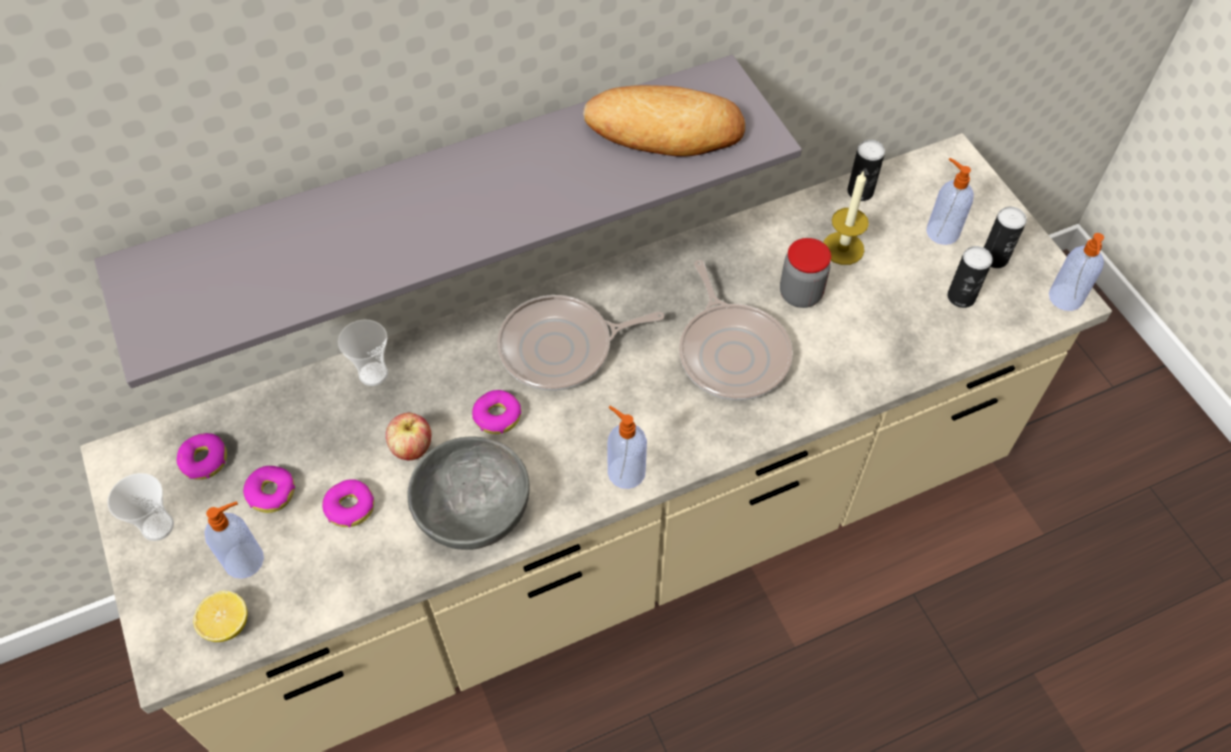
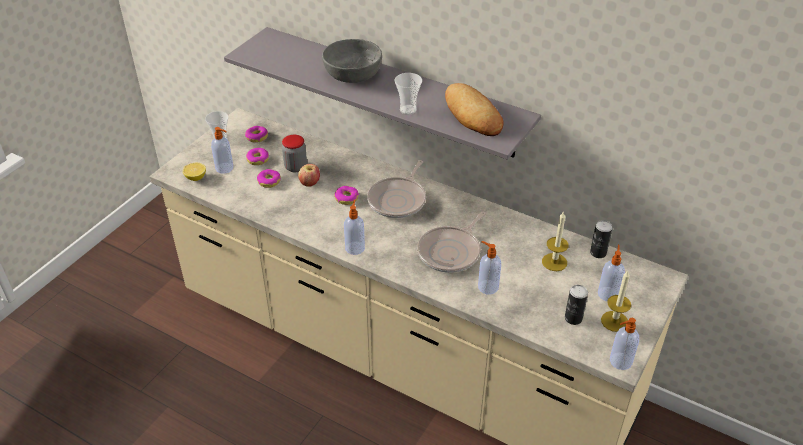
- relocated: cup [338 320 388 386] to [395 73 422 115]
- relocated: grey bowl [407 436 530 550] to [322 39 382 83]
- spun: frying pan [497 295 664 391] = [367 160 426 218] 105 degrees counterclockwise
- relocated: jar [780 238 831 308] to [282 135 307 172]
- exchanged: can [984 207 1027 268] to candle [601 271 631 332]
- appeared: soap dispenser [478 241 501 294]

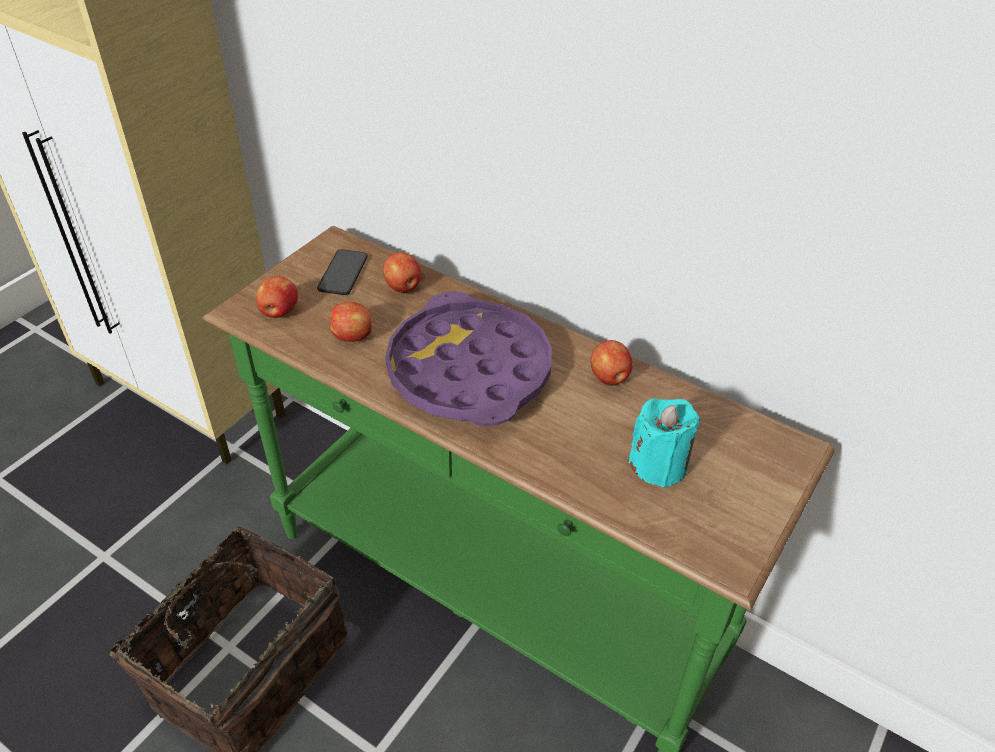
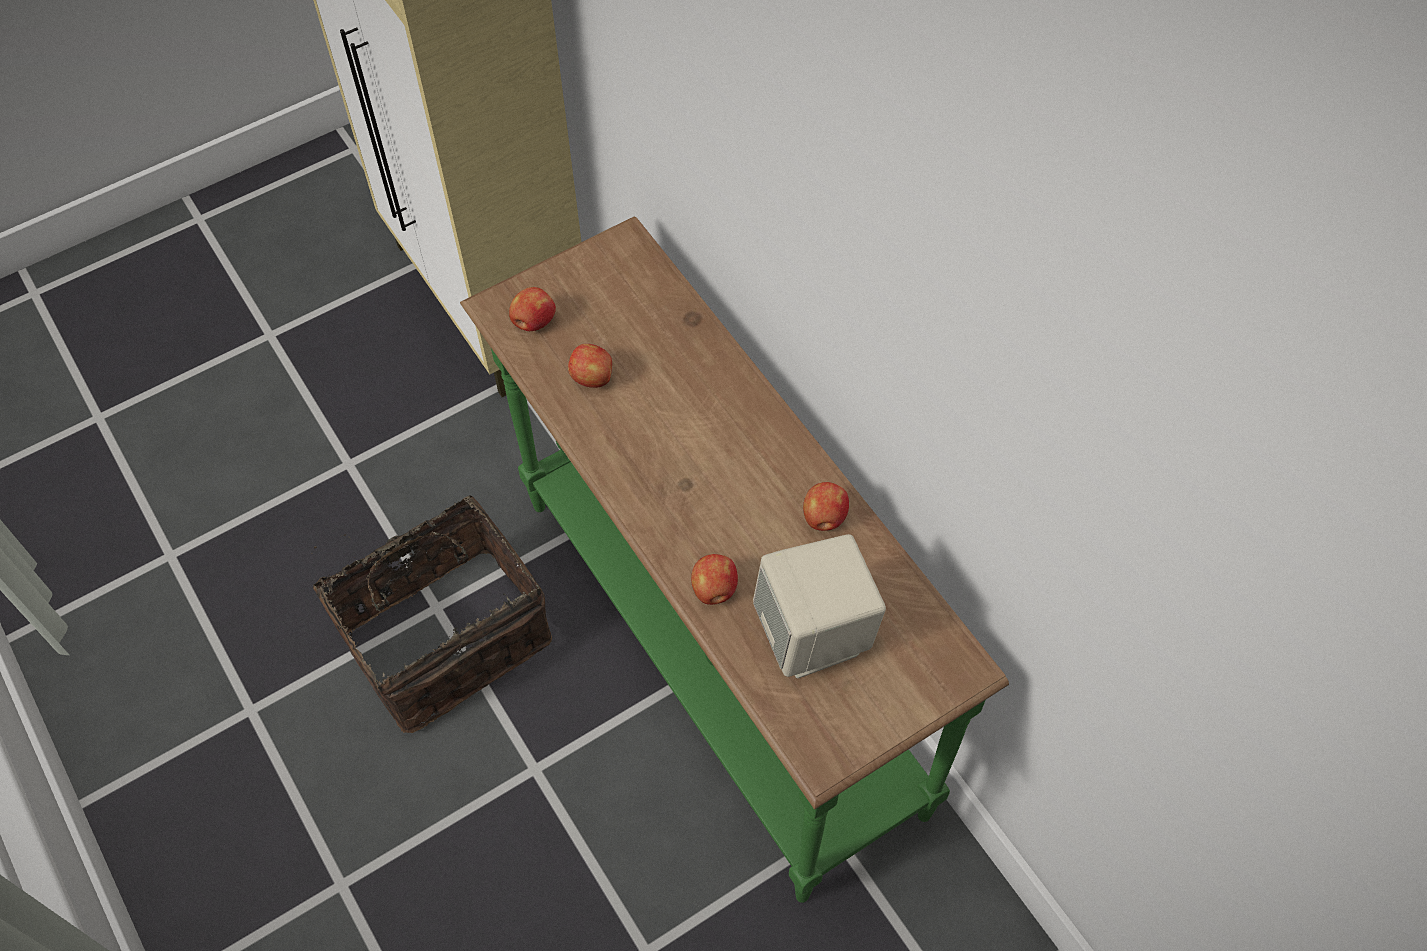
- missing: phone [317 249 368 295]
- relocated: apple [383 252 421 293] to [691 554 738 605]
- missing: purple tray [385 291 552 426]
- exchanged: turquoise candle [628 398 700 488] to beige speaker [753 534 886 678]

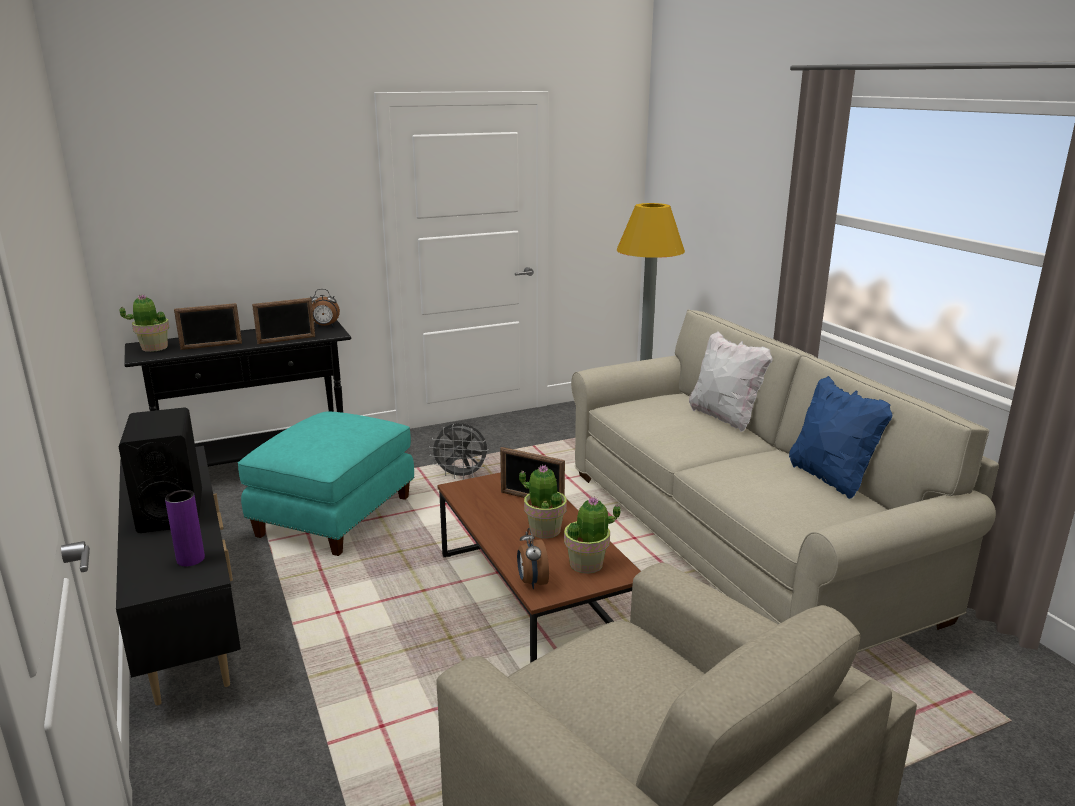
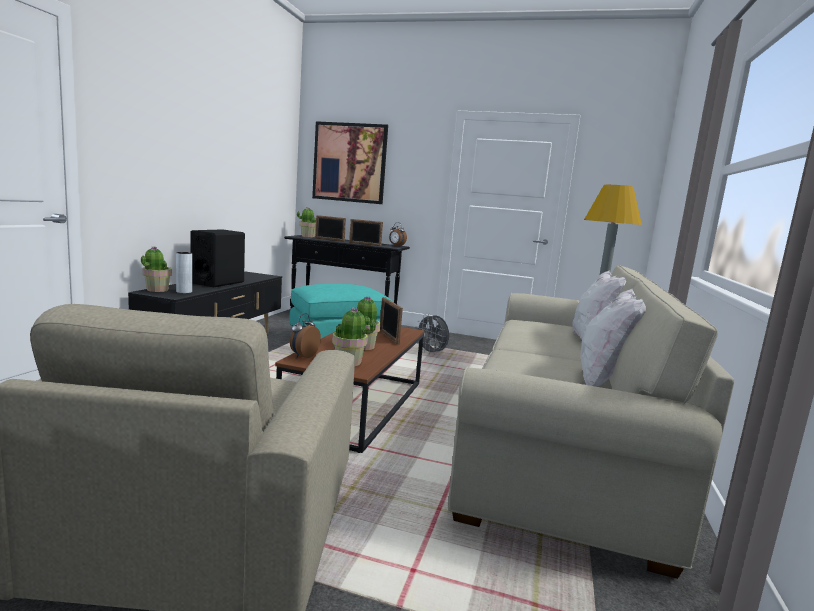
- colour: purple vase [165 490 205 566] to grey vase [176 252 192 293]
- colour: blue pillow [789 376 892 499] to white pillow [580 288 646 387]
- appeared: potted plant [141 246 172 292]
- appeared: picture [312 121 388 204]

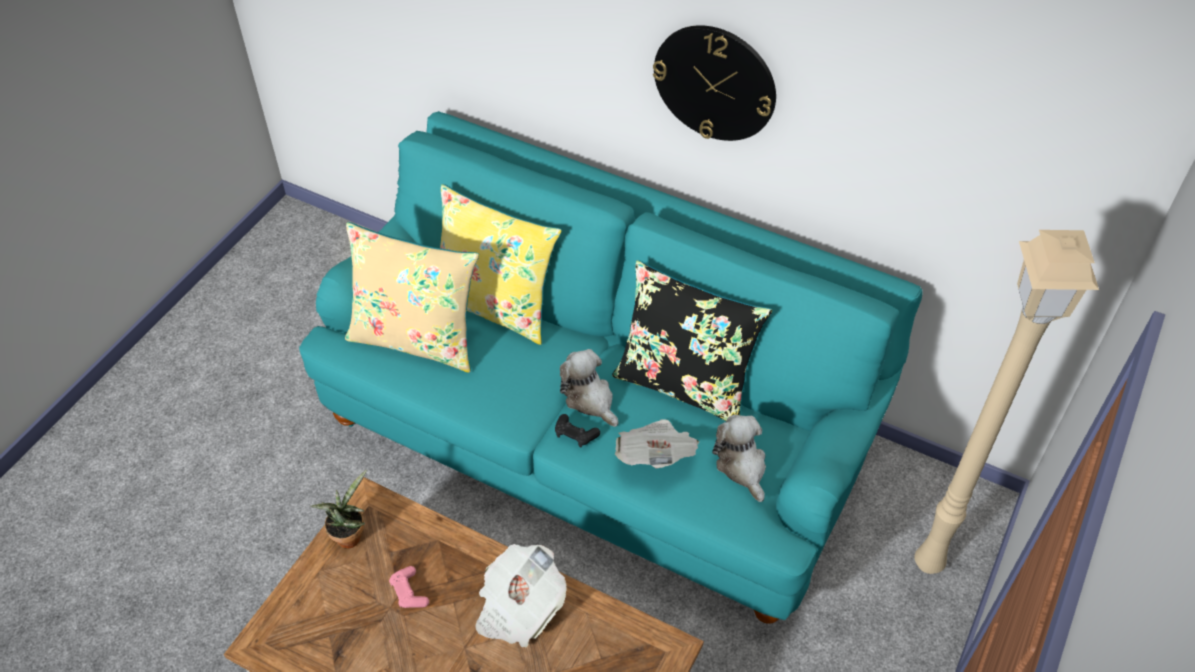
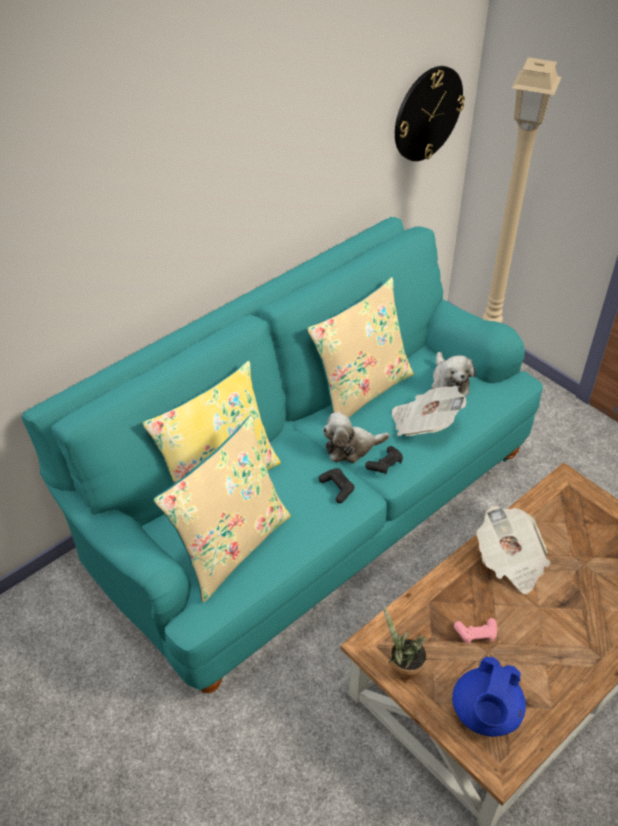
- colour: black pillow [612 260 772 421] to beige pillow [307 277 414 418]
- relocated: wall clock [653 25 776 141] to [395 66 465 161]
- spun: plush toy [712 414 766 502] = [431 352 476 396] 105 degrees counterclockwise
- appeared: black game controller [319 468 354 503]
- appeared: blue teapot [452 657 526 737]

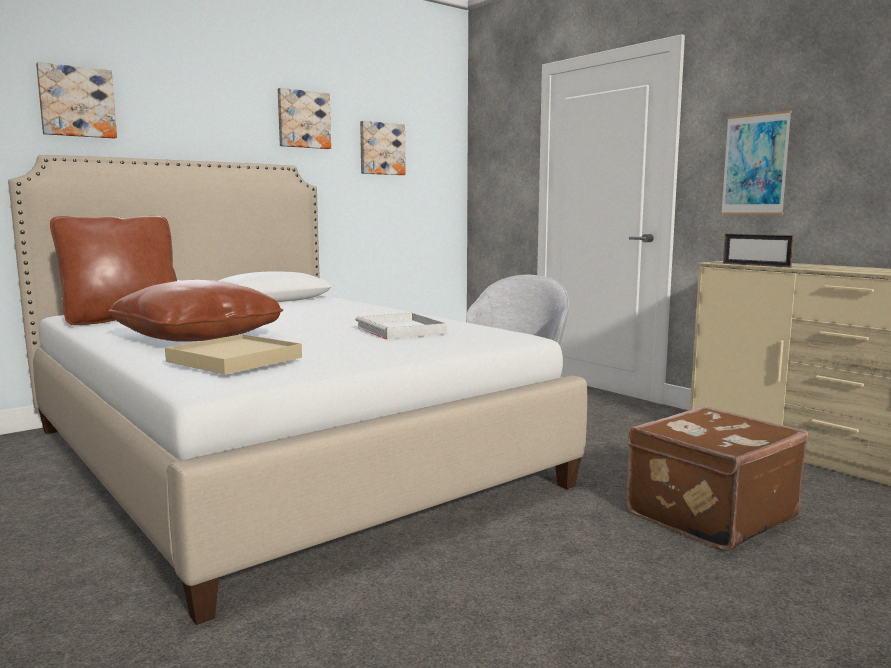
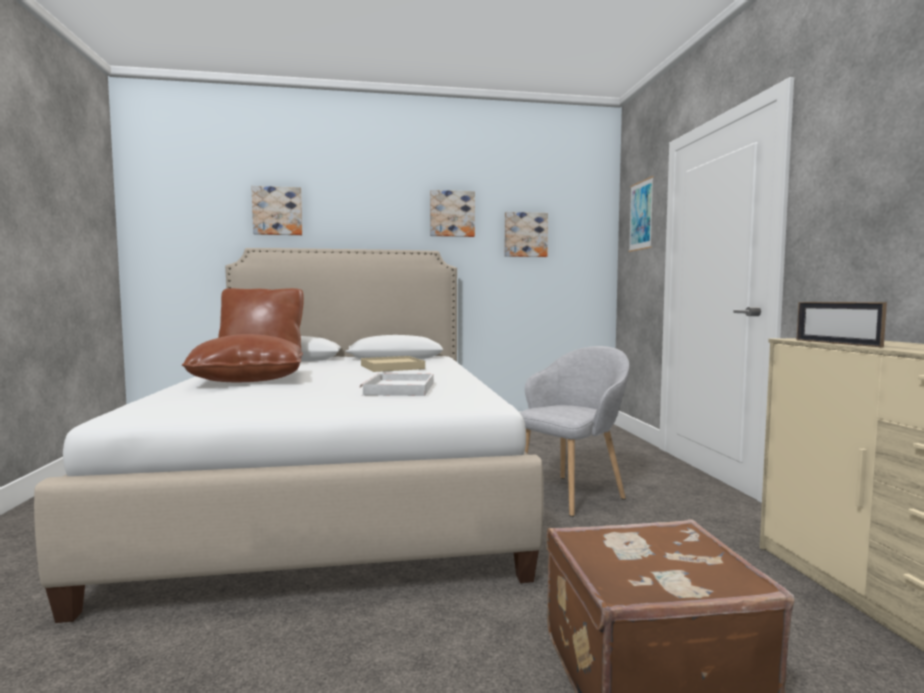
- relocated: beige tray [165 334 302 375] to [361 356 425 372]
- relocated: picture [721 110 792 215] to [628 176 654 252]

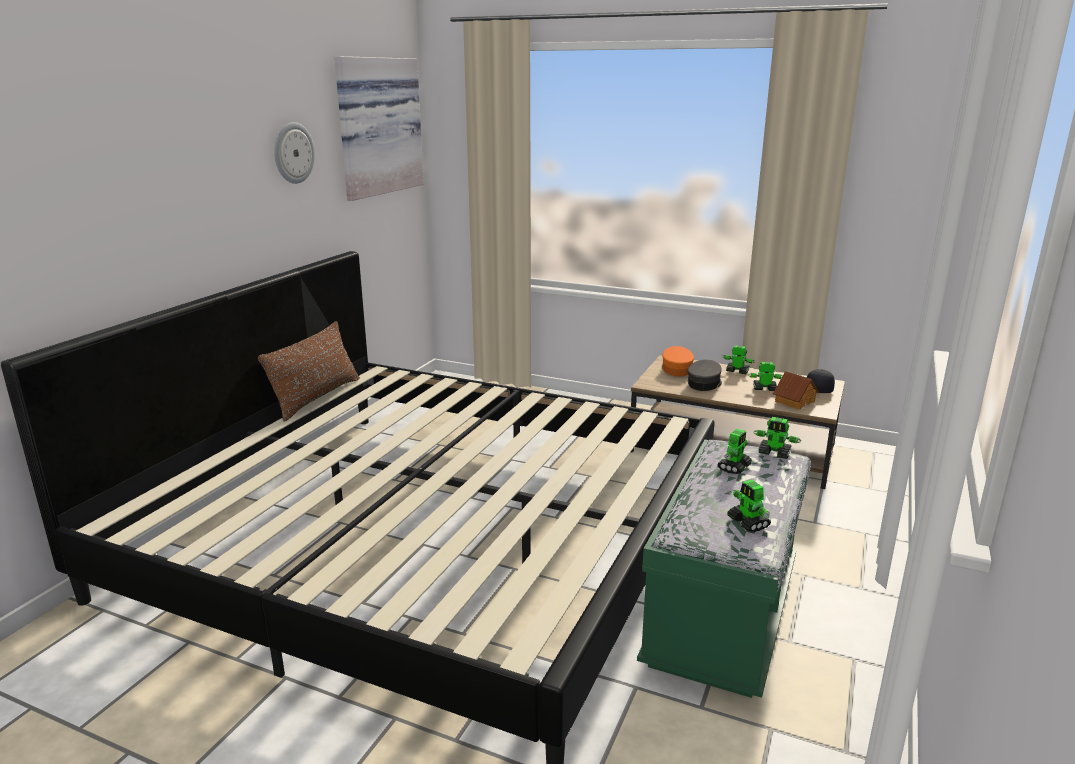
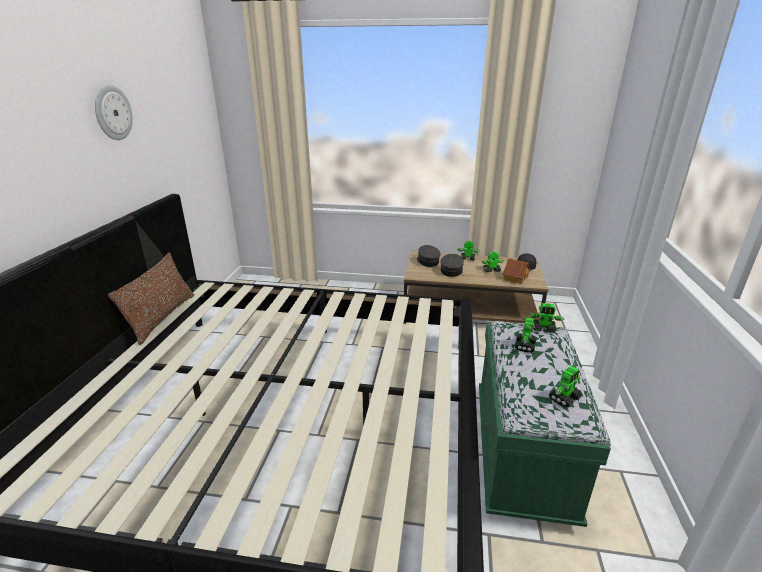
- missing: picture [335 56 424 201]
- colour: orange cap [662 346 694 376] to grey cap [417 245 440 267]
- spun: toy robot [727 479 771 532] = [549 366 582 407] 90 degrees counterclockwise

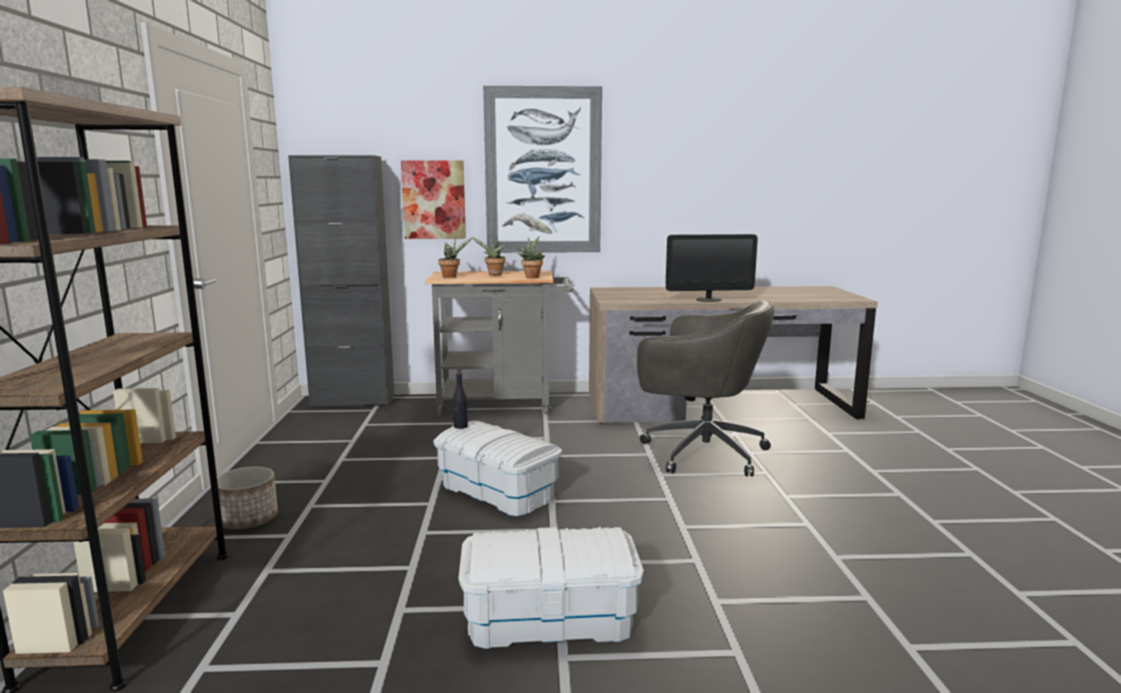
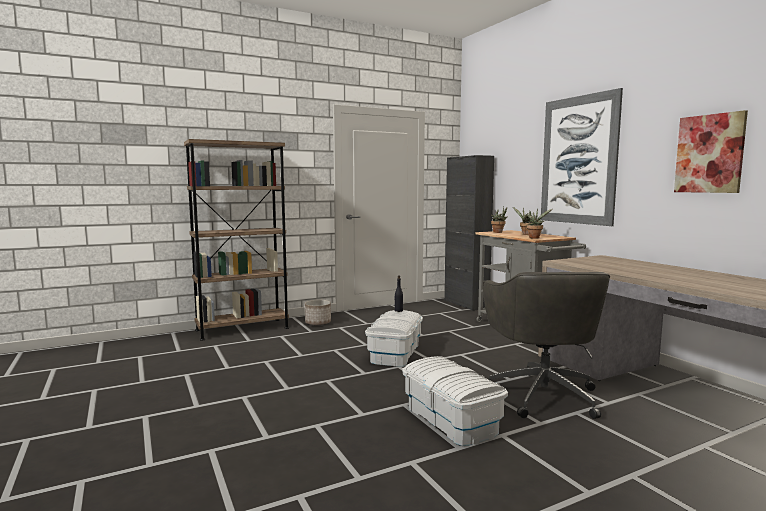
- relocated: picture [401 160 466 239] to [674 110 748 193]
- relocated: white storage box [458 527 644 649] to [402 356 508 446]
- missing: monitor [666 234 758 302]

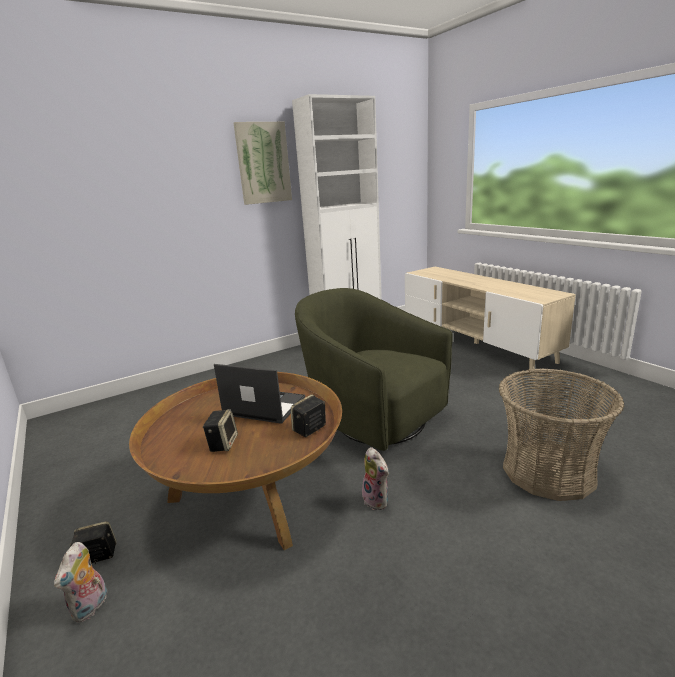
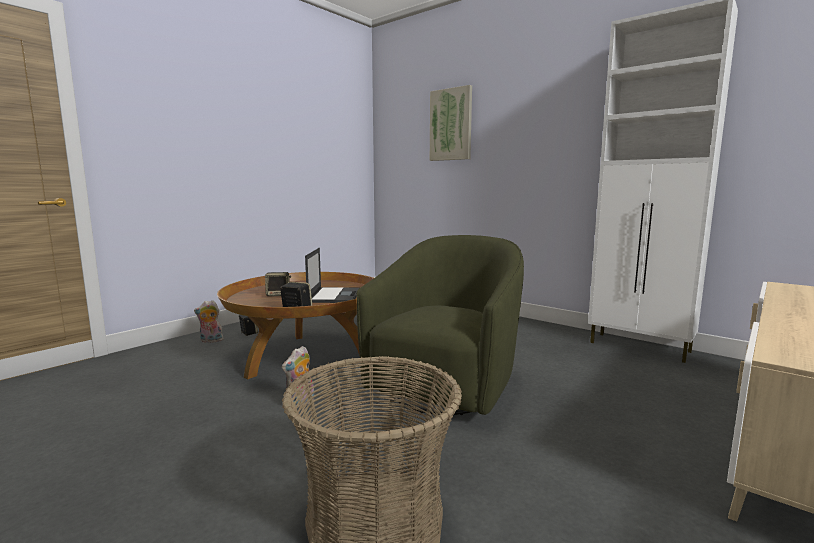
- relocated: picture [234 122 292 205] to [430 85 472 161]

